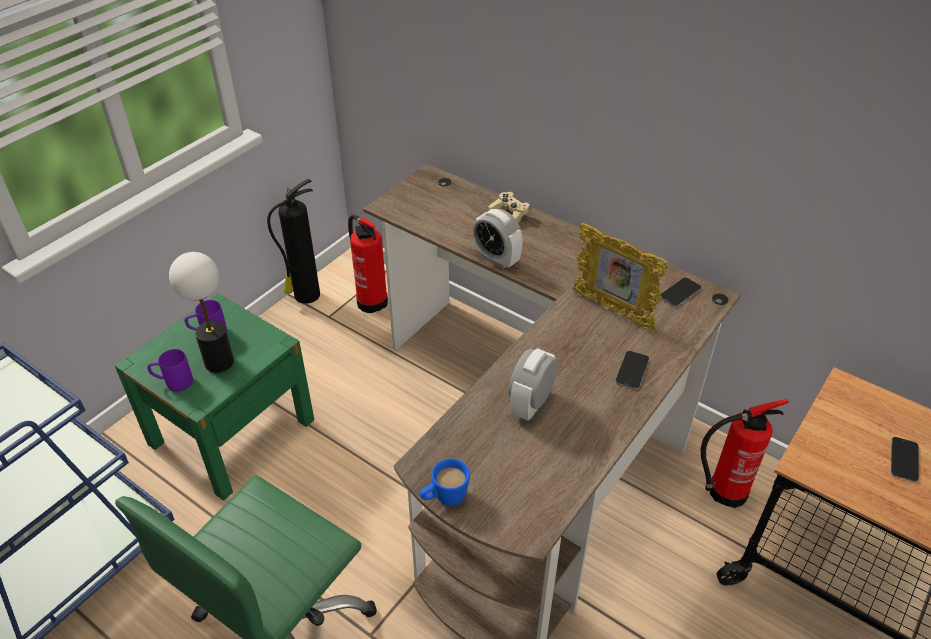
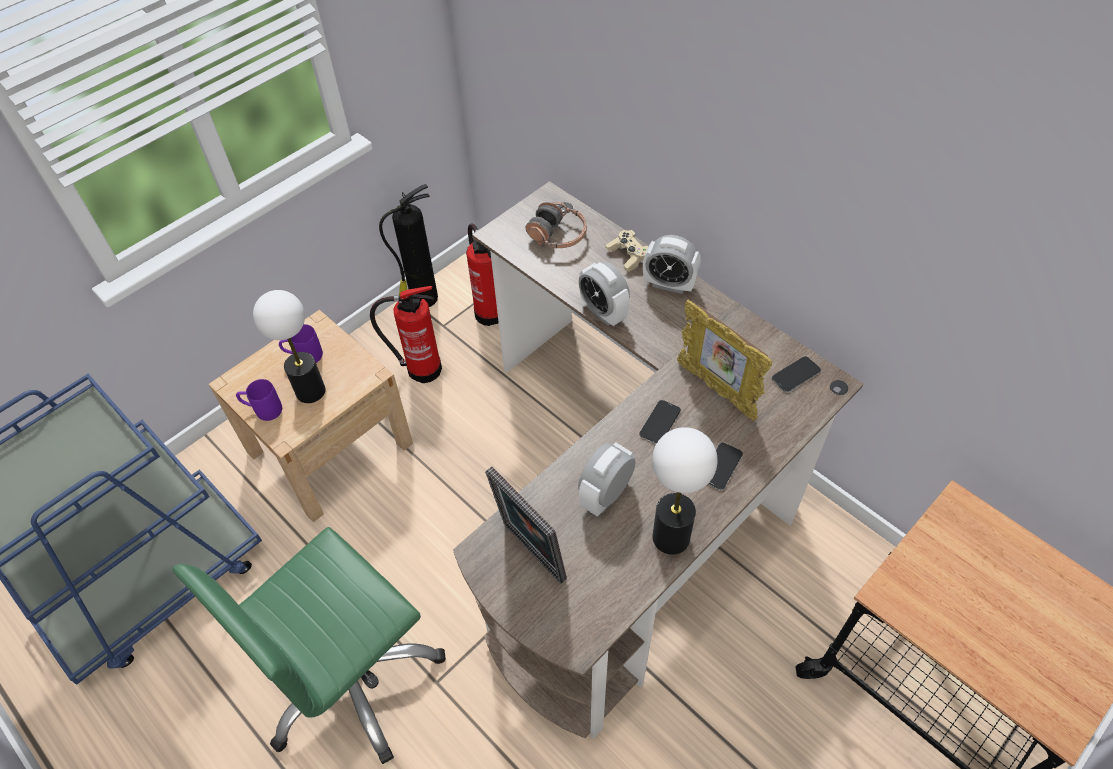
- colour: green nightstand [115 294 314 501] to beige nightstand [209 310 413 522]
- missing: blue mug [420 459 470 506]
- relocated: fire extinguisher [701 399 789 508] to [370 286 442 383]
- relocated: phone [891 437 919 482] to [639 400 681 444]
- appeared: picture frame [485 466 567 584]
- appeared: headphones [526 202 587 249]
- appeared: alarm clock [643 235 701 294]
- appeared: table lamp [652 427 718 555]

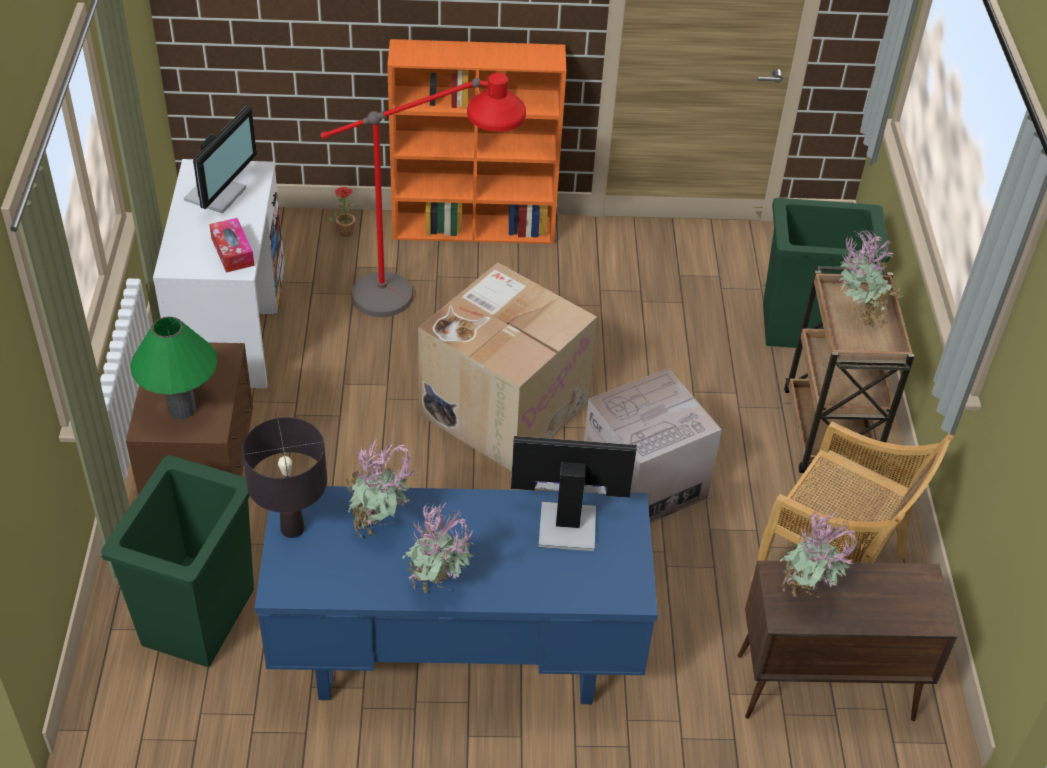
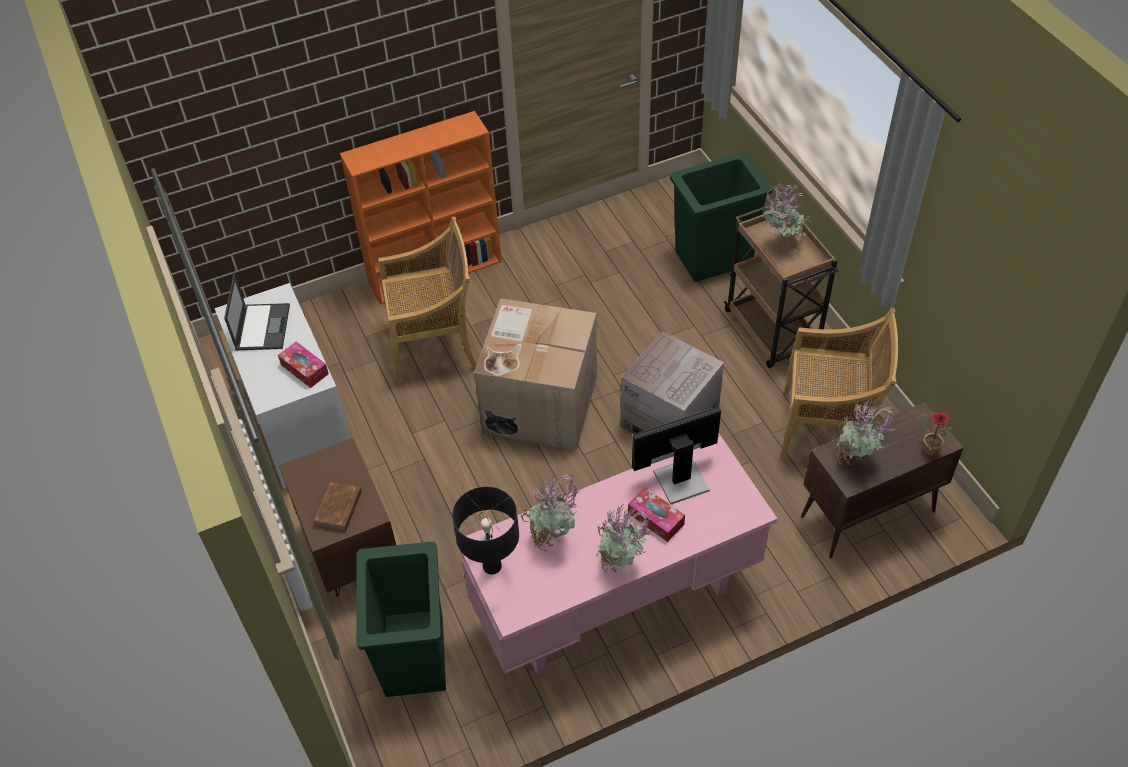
- exchanged: green table lamp [130 317 217 419] to brown book [314 481 362 532]
- exchanged: monitor [184 106 257 213] to laptop [224 274 290 350]
- colour: blue desk [255 486 658 704] to pink desk [456 434 778 678]
- exchanged: red floor lamp [321 73 526 317] to beige chair [378 217 477 384]
- relocated: potted plant [328 187 355 237] to [923 412 952 456]
- appeared: tissue box [628 487 685 542]

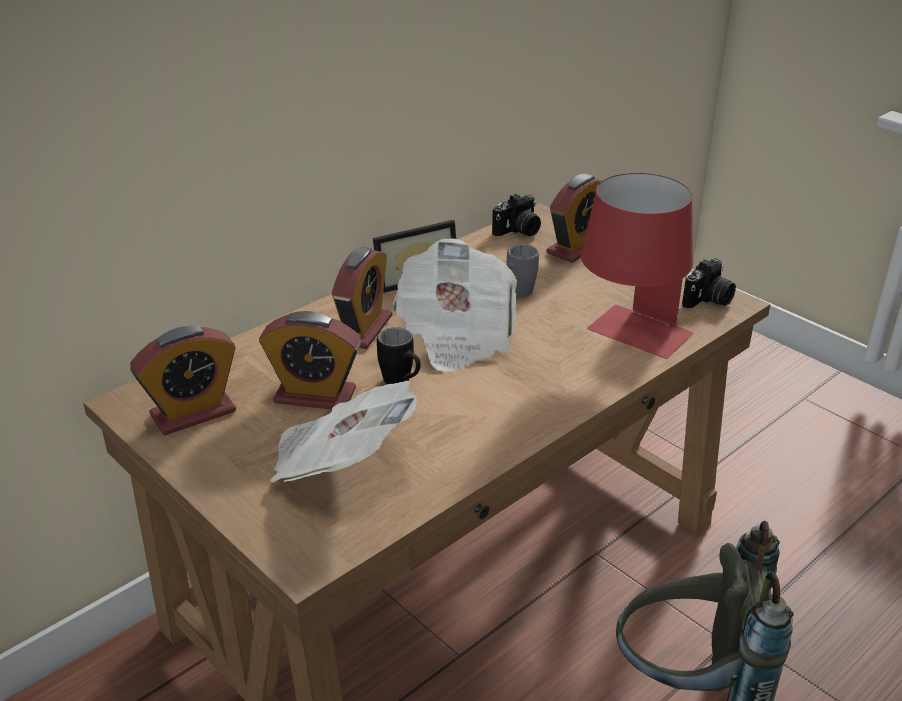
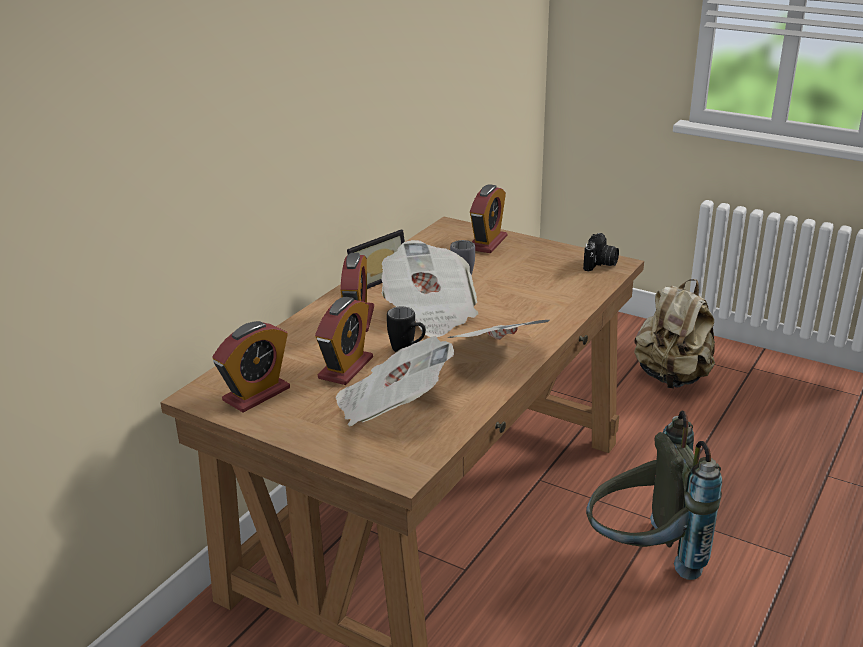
- spun: alarm clock [259 311 361 410] = [315 297 373 385] 60 degrees counterclockwise
- missing: photo camera [492 194 541 236]
- missing: red table lamp [581 173 693 359]
- appeared: newspaper [448 320 550 340]
- appeared: beige backpack [634 279 715 389]

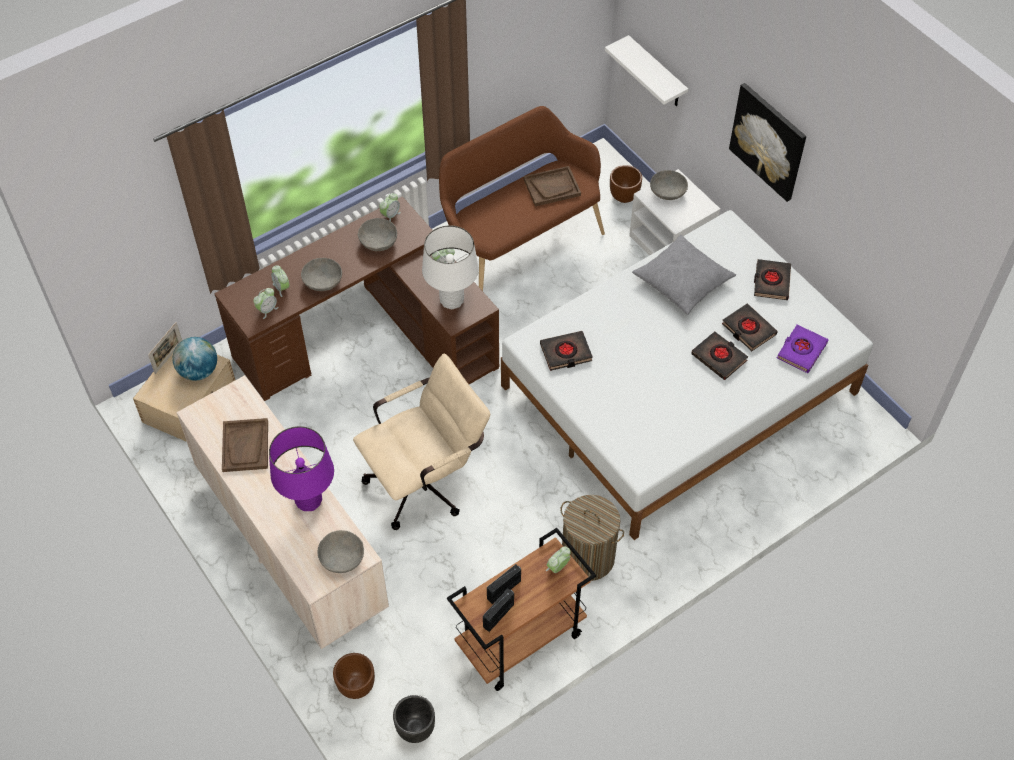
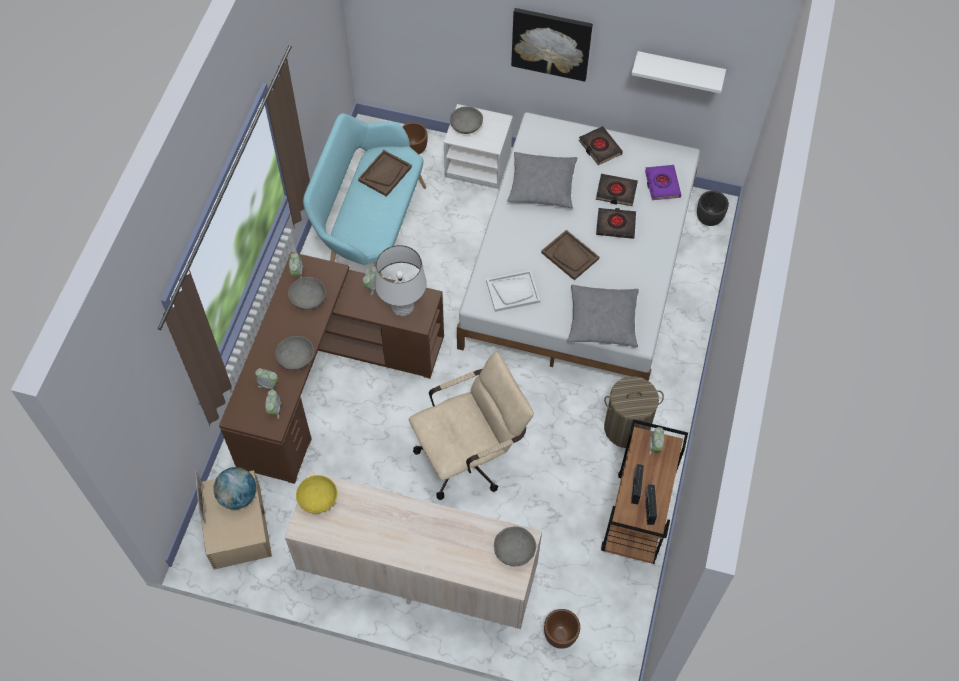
- relocated: brown tray [222 418 268 472] to [541 230 599 280]
- missing: purple table lamp [269 426 334 511]
- spun: beige office chair [353 353 490 530] = [409 352 534 500] 45 degrees clockwise
- relocated: black planter [393 695 435 743] to [697 191 729 226]
- colour: brown bench [439 106 605 291] to turquoise bench [303 113 426 276]
- exchanged: black book [540 331 593 371] to white tray [486 270 540 312]
- relocated: white shelf [605 35 688 106] to [631 51 726 94]
- appeared: yellow bowl [296 475 337 513]
- appeared: grey pillow [568 285 639 347]

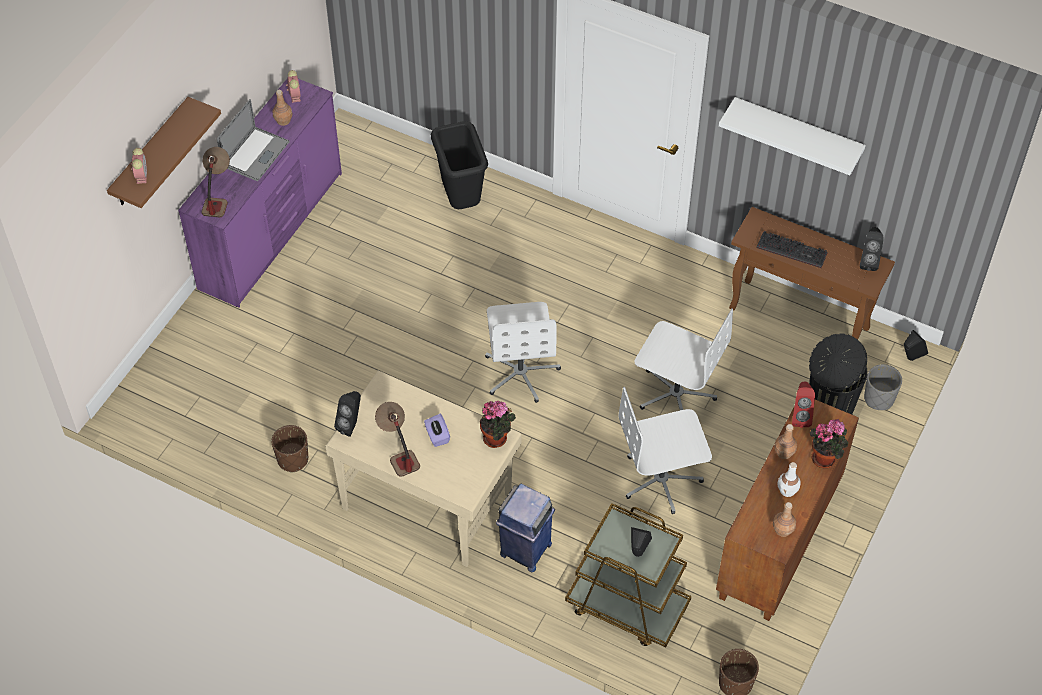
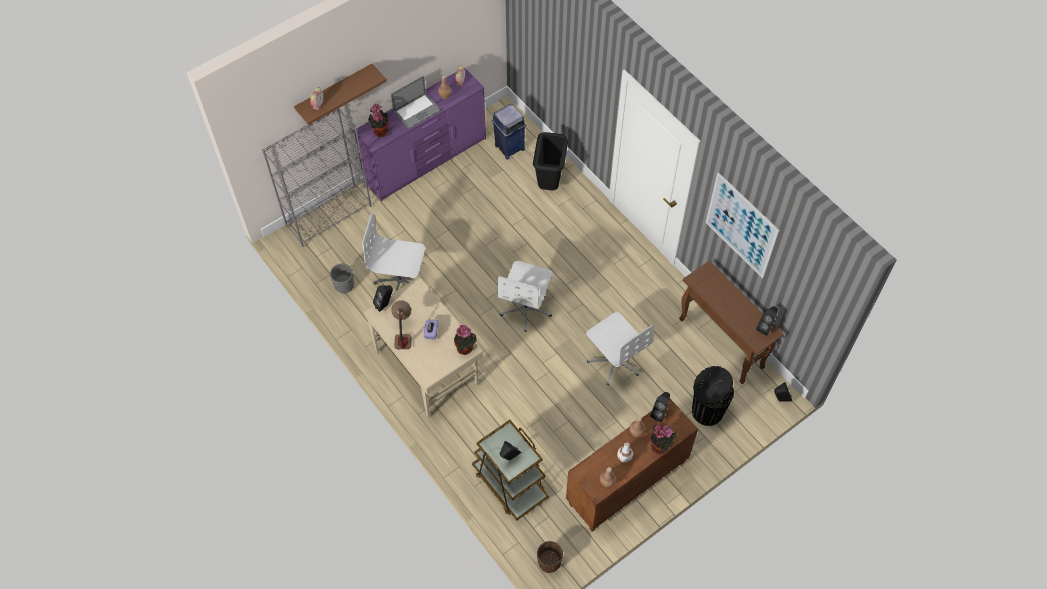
- exchanged: table lamp [201 147 230 218] to potted plant [368 104 389 137]
- missing: brown planter [271 425 308 473]
- relocated: blue trash can [496 484 555 572] to [492 104 526 160]
- relocated: white office chair [619 387 712 514] to [362 213 425 291]
- exchanged: white shelf [719 97 866 175] to picture [706 172 780 278]
- missing: keyboard [757 231 828 268]
- colour: red speaker [792 381 815 428] to black speaker [650 392 670 422]
- relocated: grey planter [864 364 902 410] to [330 264 354 294]
- appeared: grey bookcase [262 108 371 247]

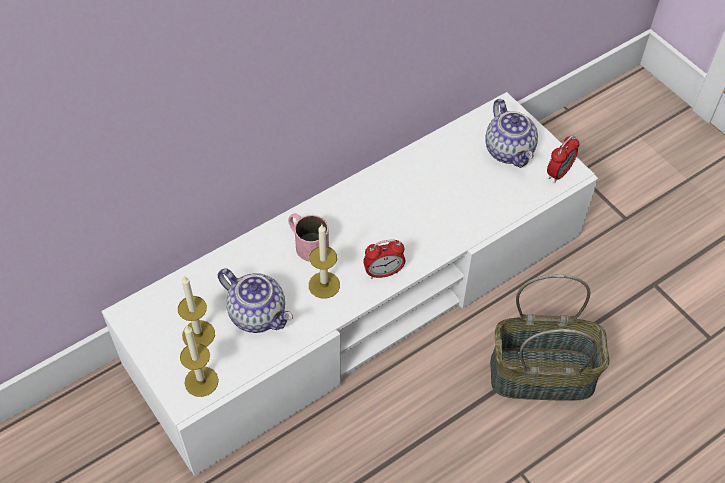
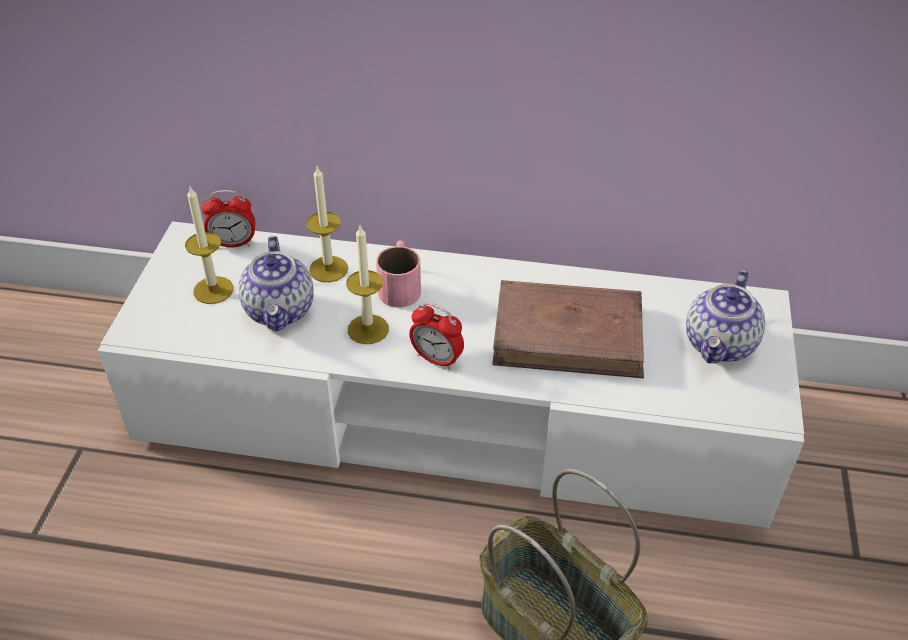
- relocated: candle [180 326 219 397] to [306 167 348 282]
- relocated: alarm clock [547 135 580 183] to [202 190 255 247]
- appeared: brown book [492 280 644 378]

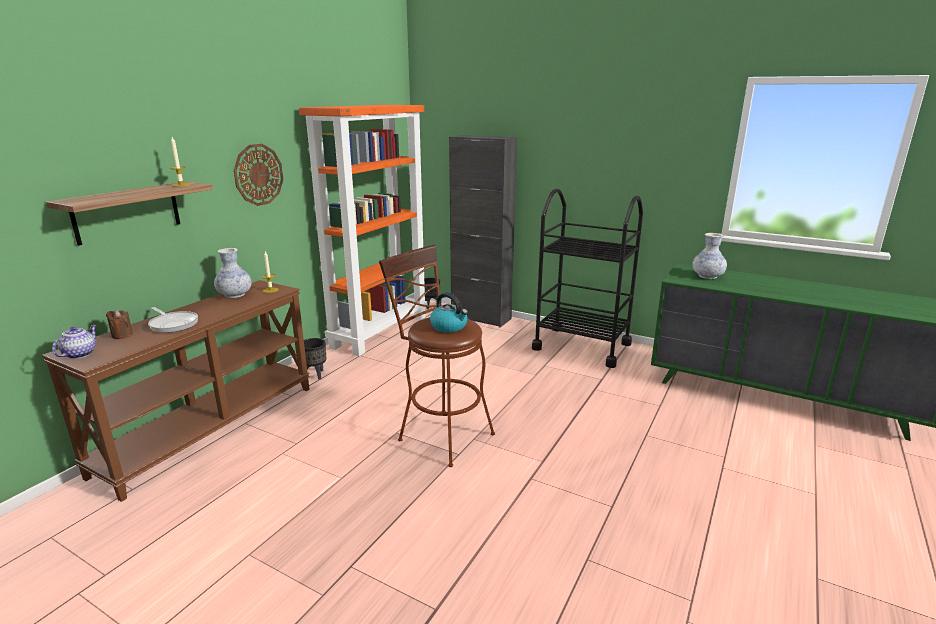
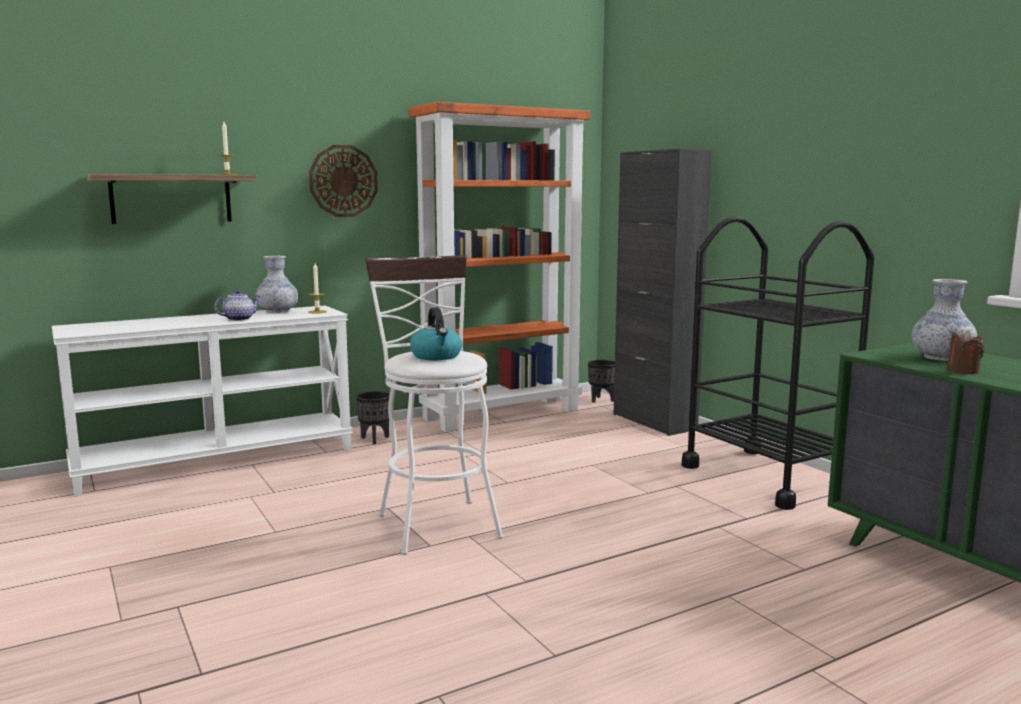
- colour: brown console table [42 280 310 502] to white console table [52 306 353 497]
- relocated: teapot [52 325 96 359] to [214 290 260 321]
- relocated: brown candle [106 310 133 339] to [947 330 984 374]
- missing: frying pan [148 307 198 333]
- colour: brown stool [379 245 495 467] to white stool [365 255 503 555]

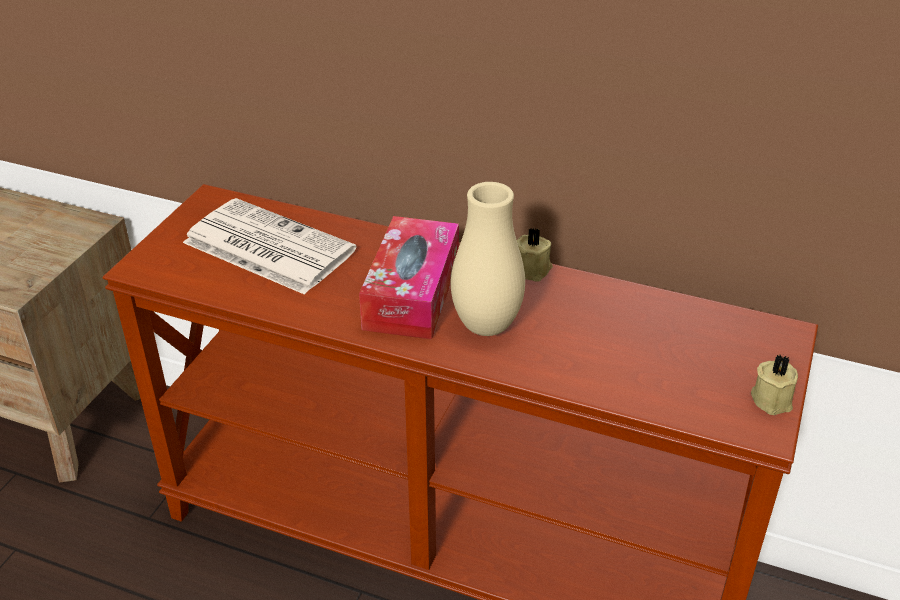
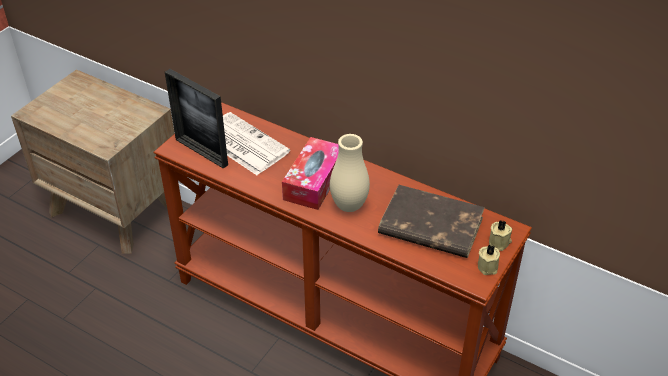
- relocated: beige candle [517 228 553 281] to [489 220 512 251]
- appeared: picture frame [165 69 228 169]
- appeared: brown book [378 185 485 258]

